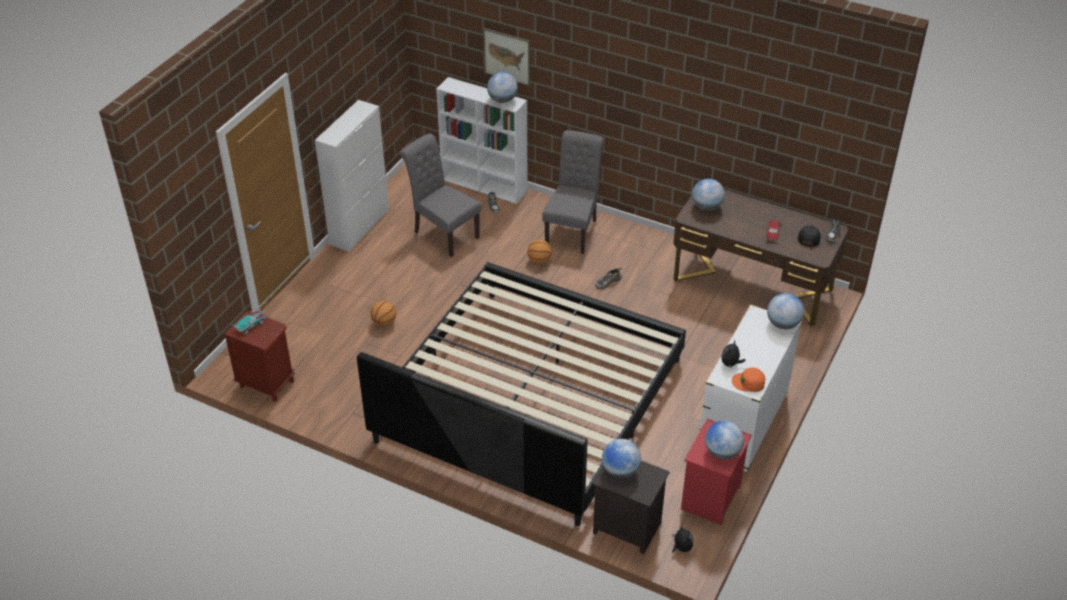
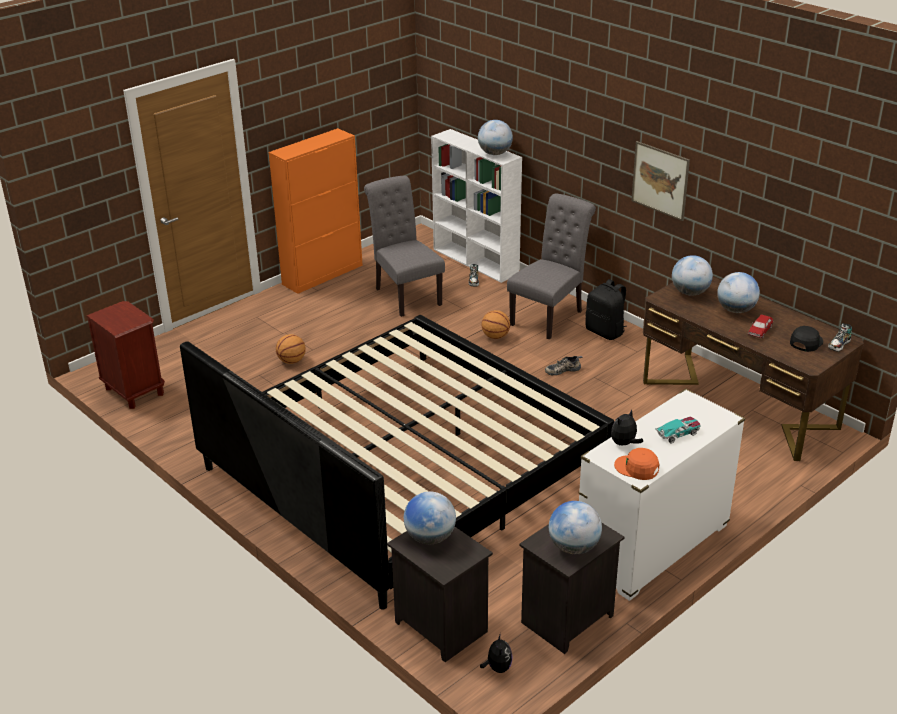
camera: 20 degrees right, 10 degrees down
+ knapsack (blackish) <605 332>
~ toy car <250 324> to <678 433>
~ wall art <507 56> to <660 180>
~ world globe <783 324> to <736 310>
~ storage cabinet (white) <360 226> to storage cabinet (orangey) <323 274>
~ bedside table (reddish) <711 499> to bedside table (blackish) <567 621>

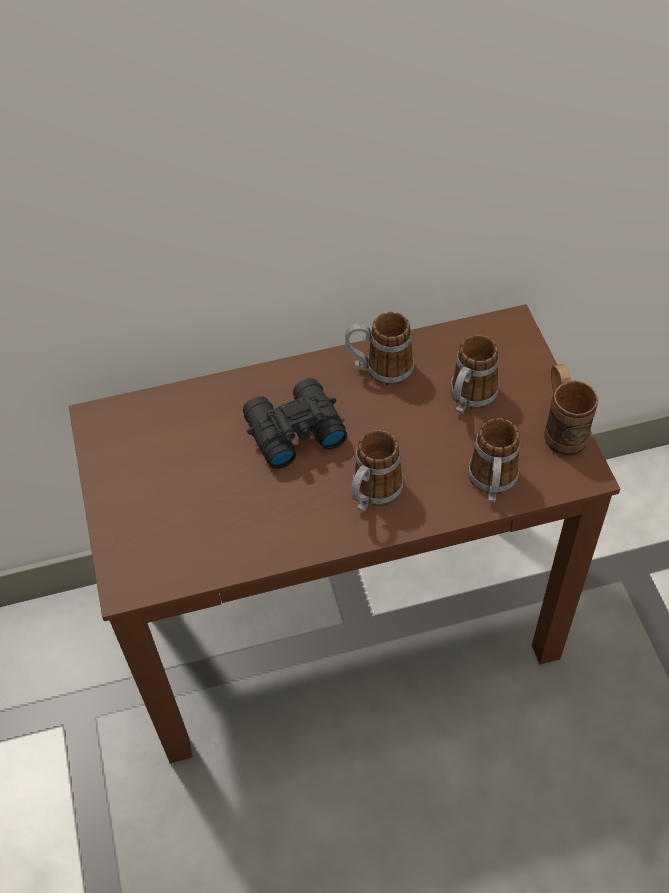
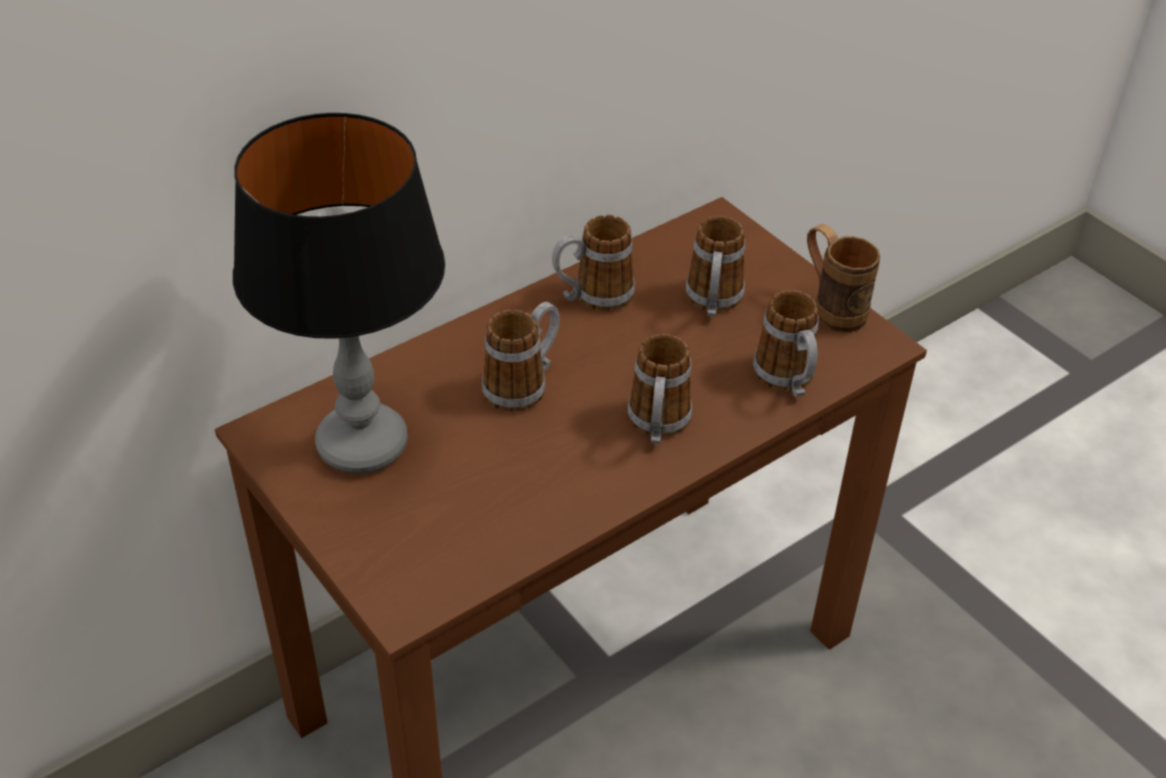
camera: 25 degrees left, 10 degrees down
+ tabletop lamp <362 445>
~ pair of binoculars (blackish) <292 431> to tea mug <523 384>

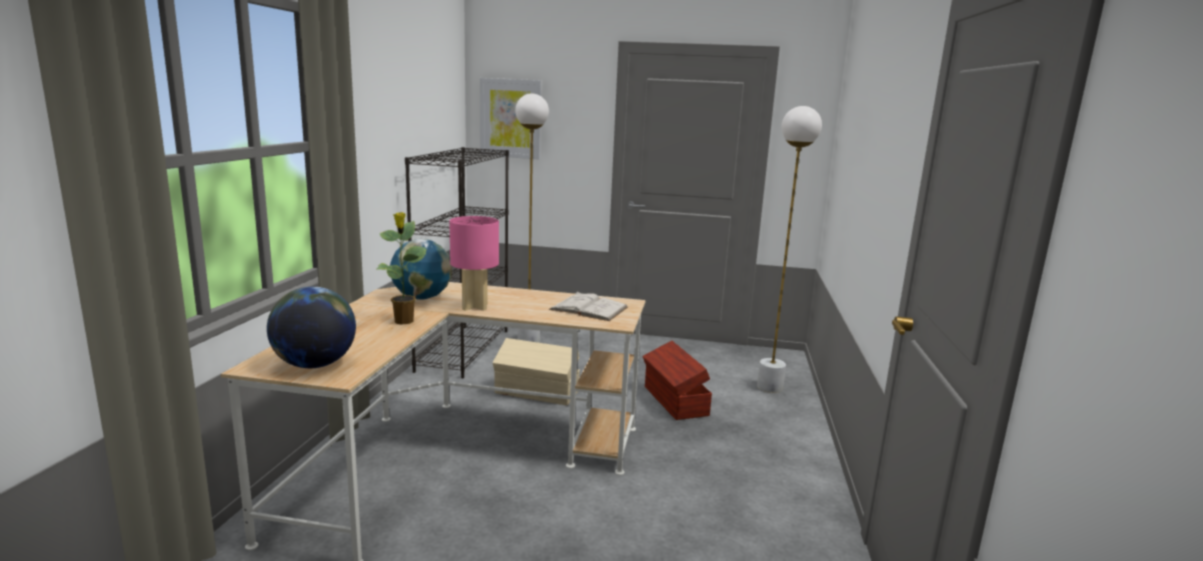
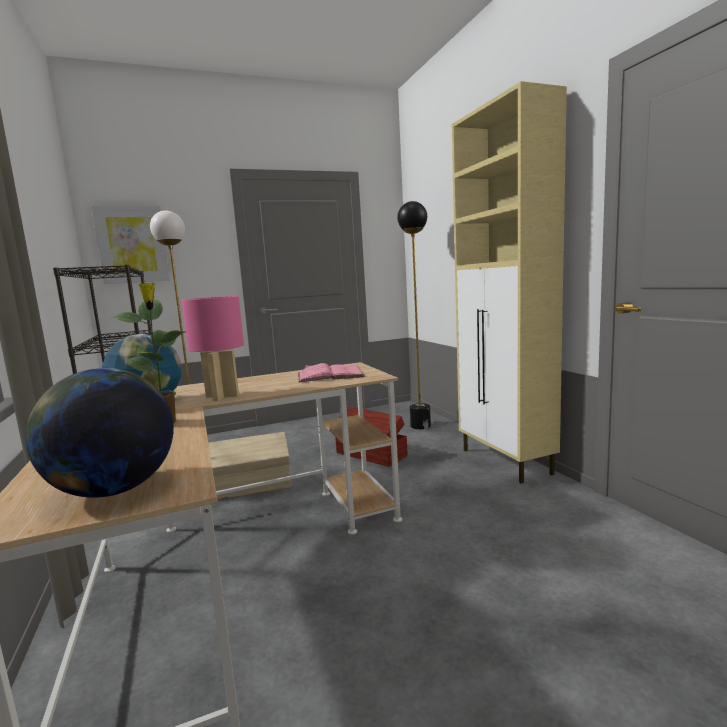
camera: 30 degrees left, 5 degrees down
+ storage cabinet (beige-coloured) <506 462>
~ bound book (white) <589 308> to bound book (pink-coloured) <330 374>
~ floor lamp (white) <769 387> to floor lamp (blackish) <420 426>

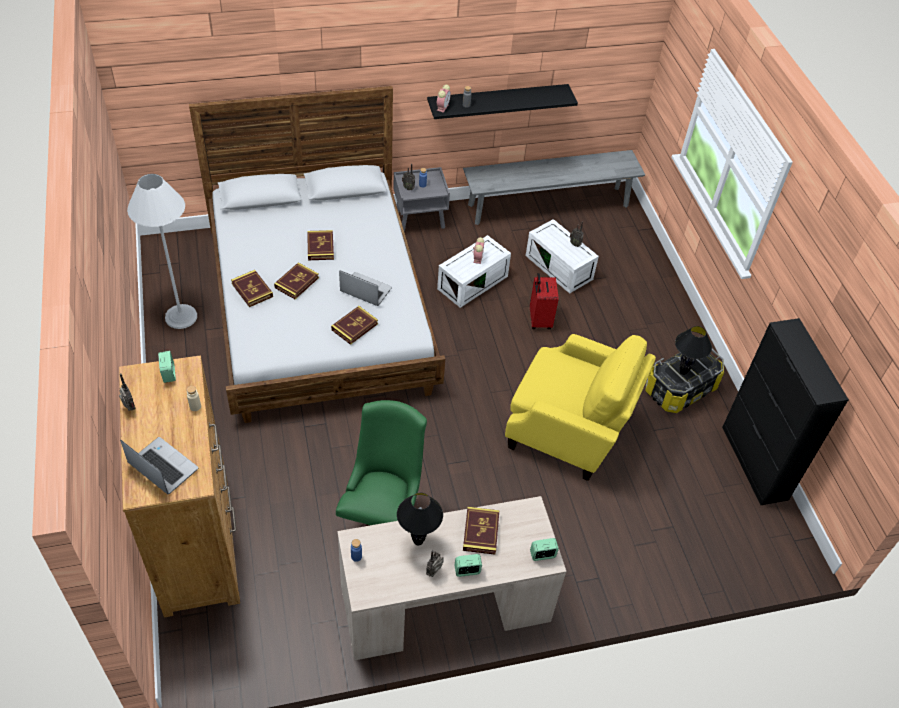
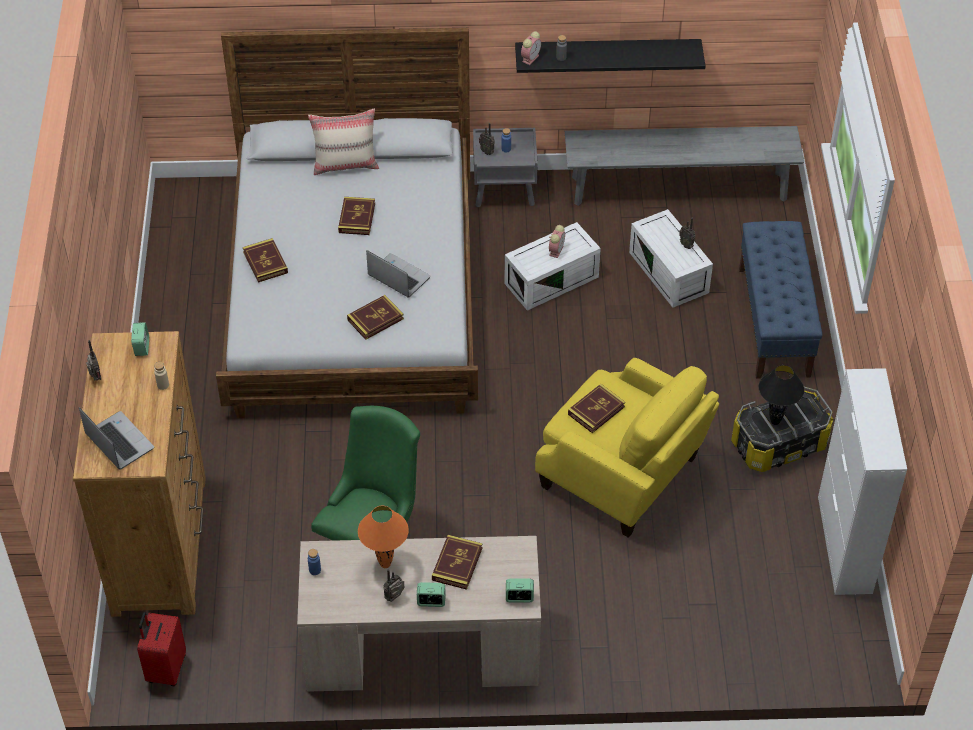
camera: 15 degrees right, 0 degrees up
- floor lamp (white) <181 317>
+ throw pillow (beige-coloured) <345 164>
+ long seat (blue-coloured) <774 322>
~ bound book <296 283> to <596 410>
~ piece of luggage (reddish) <539 320> to <166 669>
~ tabletop lamp (blackish) <418 541> to tabletop lamp (orangey) <386 564>
~ storage cabinet (blackish) <754 463> to storage cabinet (white) <844 545>

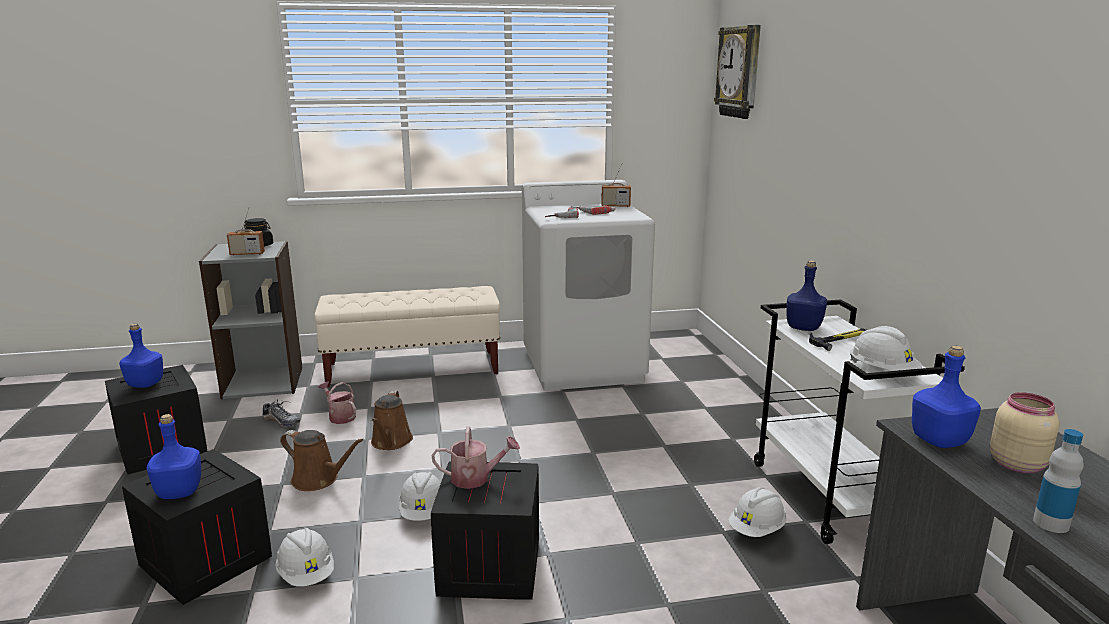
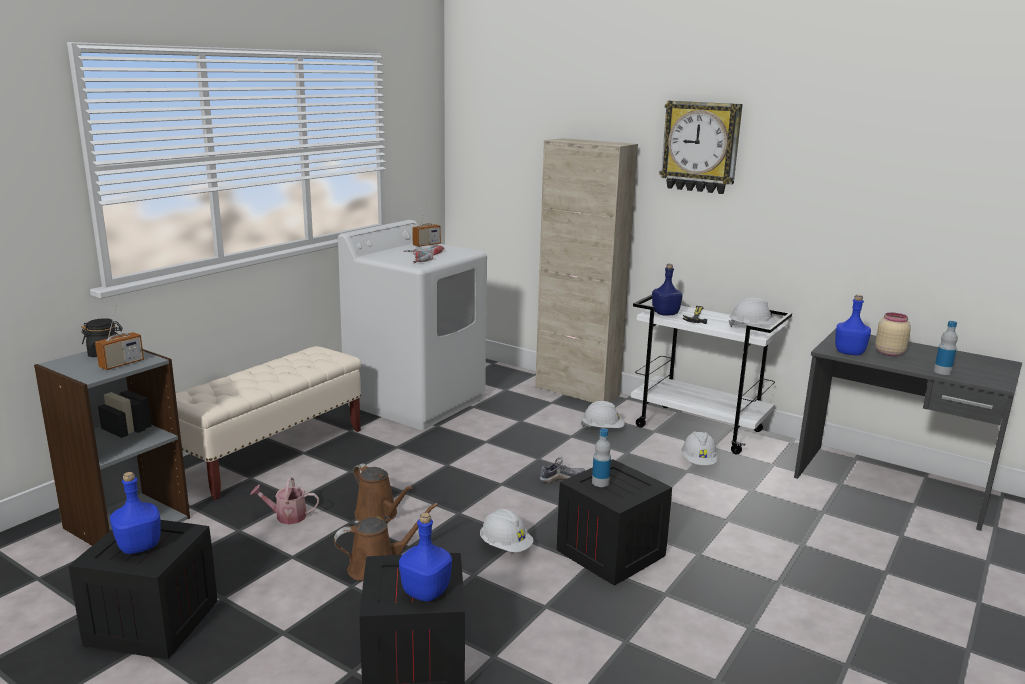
camera: 45 degrees left, 0 degrees up
+ storage cabinet (beige-coloured) <577 391>
~ item of footwear <281 421> to <562 478>
~ work helmet (white) <306 575> to <602 429>
~ wall clock <740 72> to <700 147>
~ watering pot <476 478> to beverage bottle <600 482>

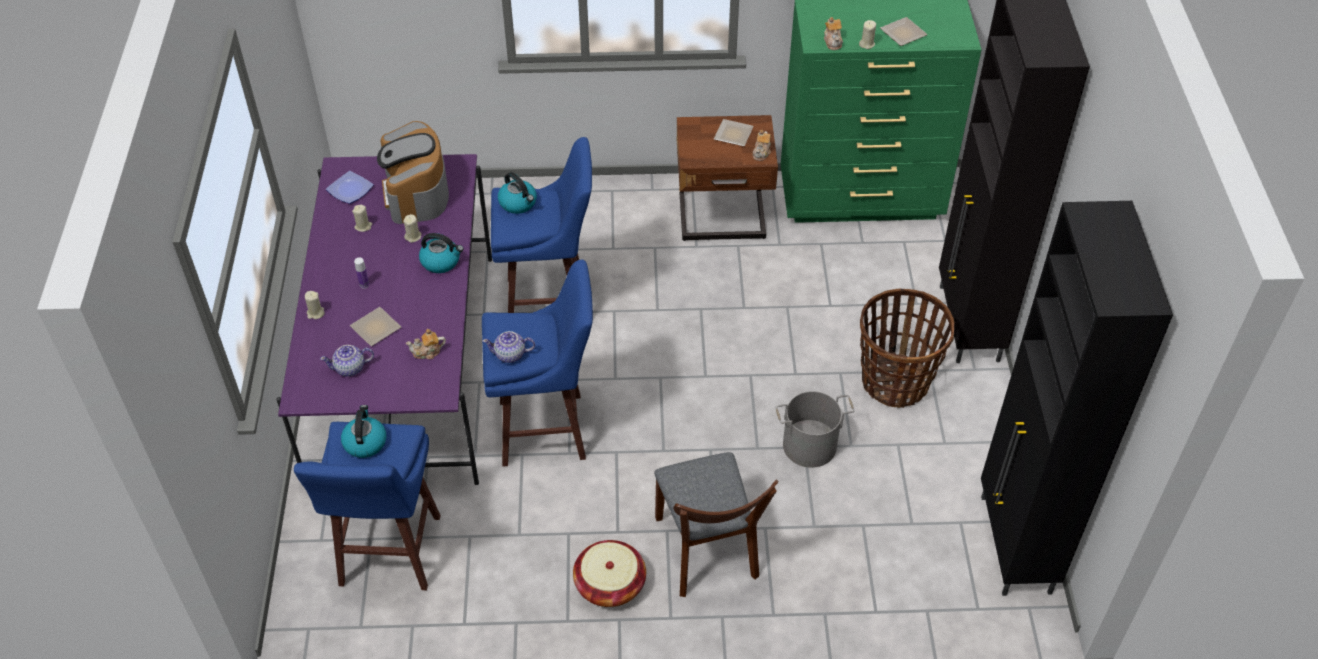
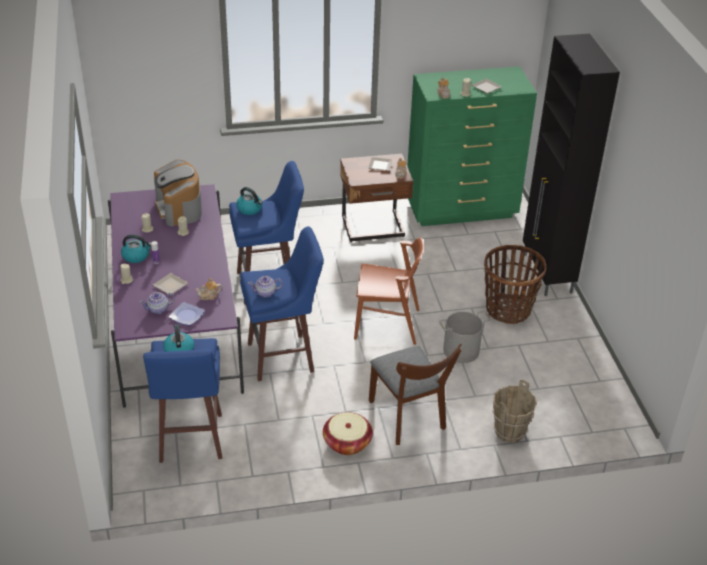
camera: 10 degrees left, 10 degrees down
- storage cabinet (blackish) <1014 546>
+ chair (brown-coloured) <387 324>
+ water bucket (brown-coloured) <510 432>
~ dinner plate <351 190> to <187 316>
~ water kettle <441 261> to <136 256>

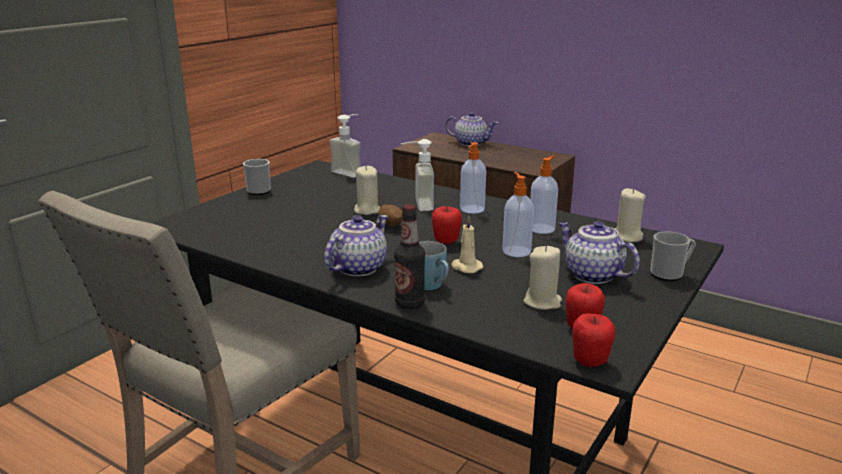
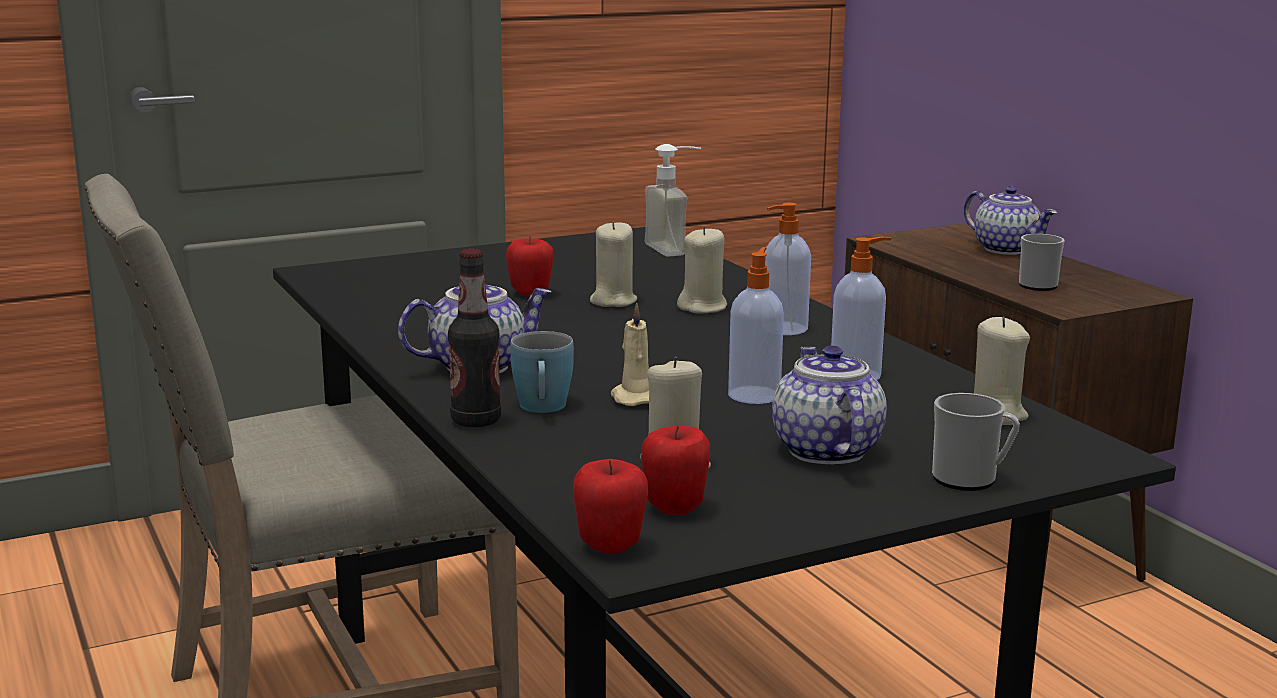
camera: 30 degrees right, 5 degrees down
- potato <391 225>
~ tea mug <257 190> to <1035 284>
~ apple <446 242> to <530 294>
~ soap dispenser <416 205> to candle (beige-coloured) <703 307>

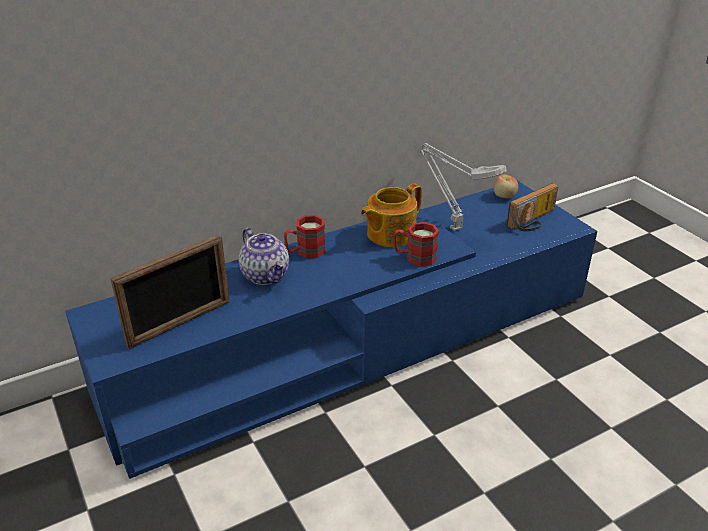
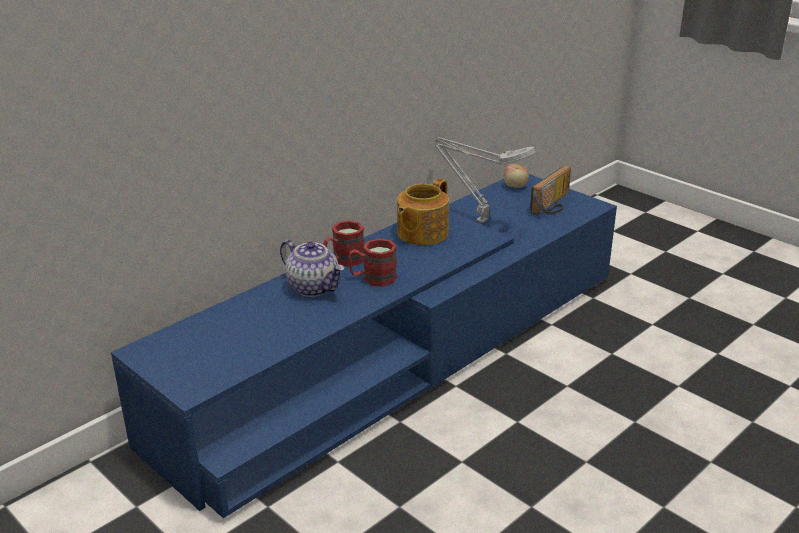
camera: 15 degrees left, 5 degrees down
- standing frame <180 323>
~ tea mug (reddish) <414 257> to <373 278>

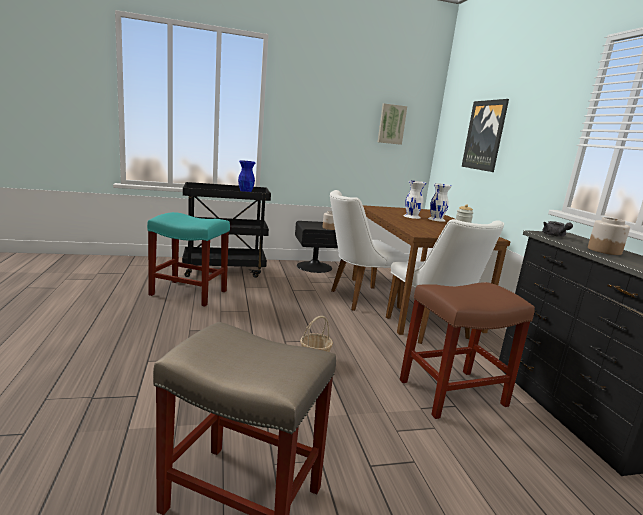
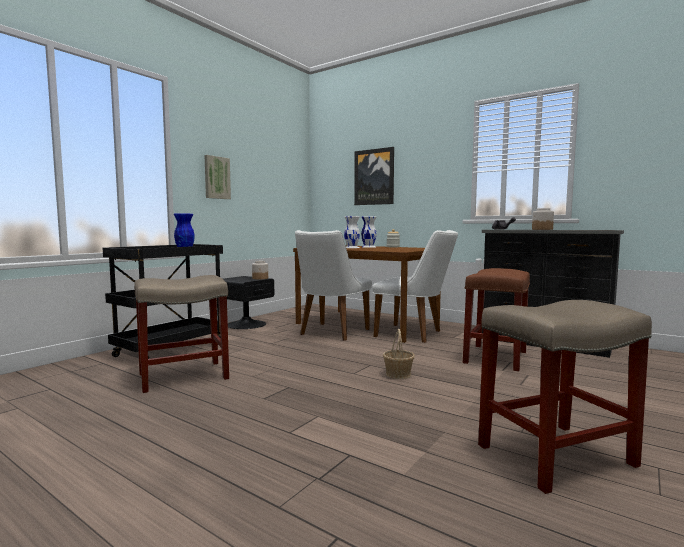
camera: 40 degrees left, 10 degrees down
~ wall art <391 124> to <216 177>
~ stool (turquoise-coloured) <190 293> to stool (beige-coloured) <185 376>

